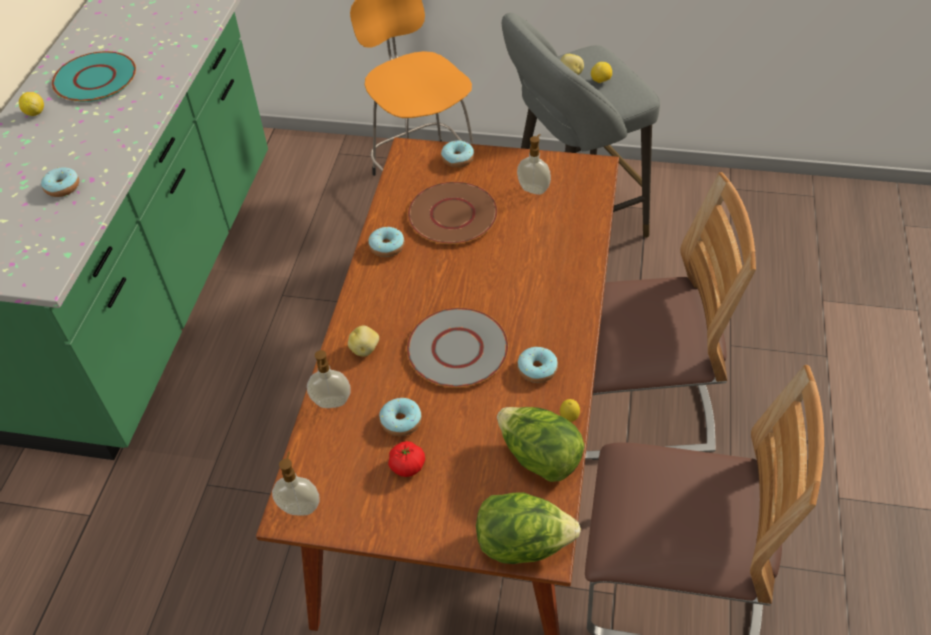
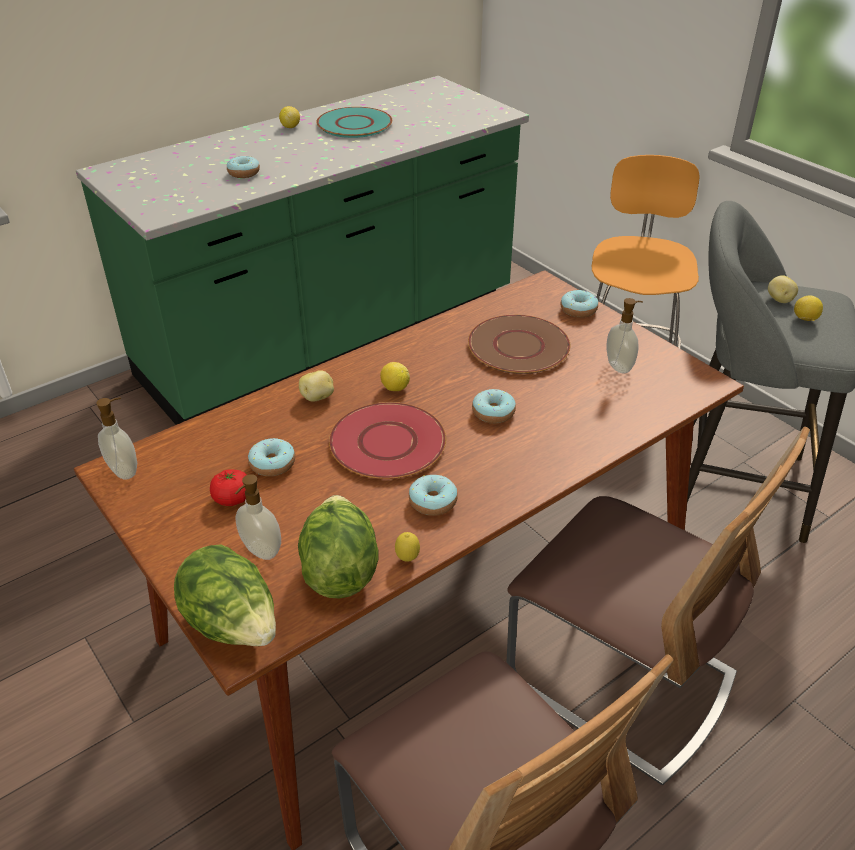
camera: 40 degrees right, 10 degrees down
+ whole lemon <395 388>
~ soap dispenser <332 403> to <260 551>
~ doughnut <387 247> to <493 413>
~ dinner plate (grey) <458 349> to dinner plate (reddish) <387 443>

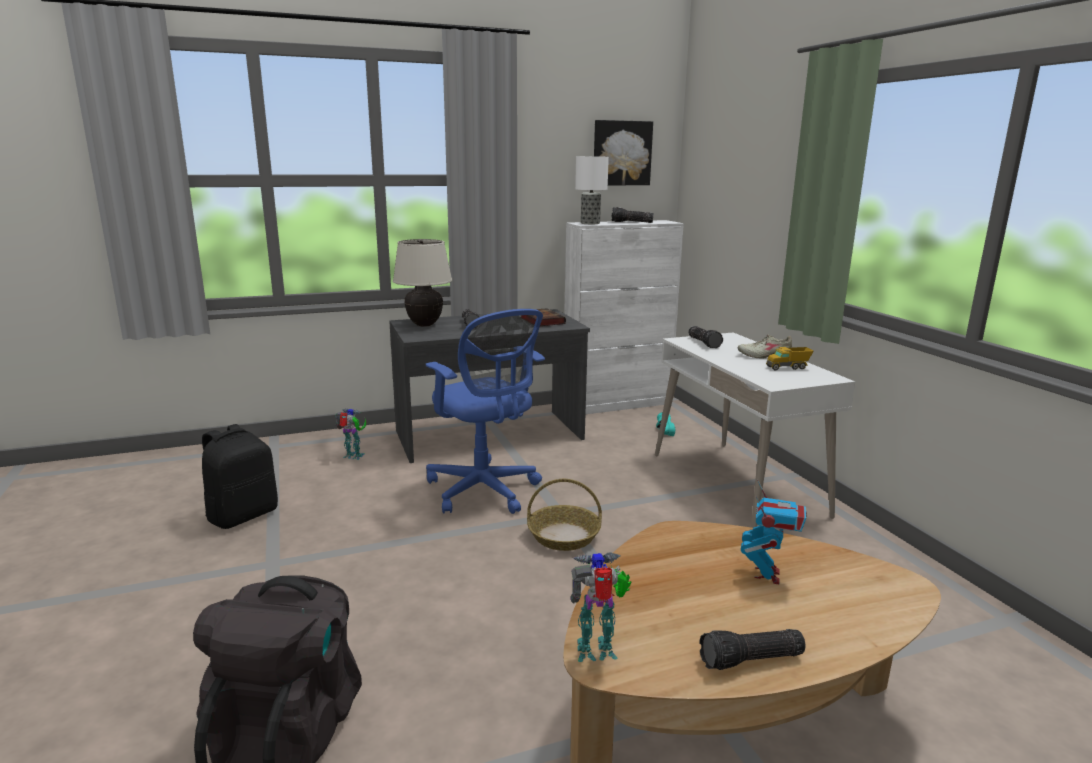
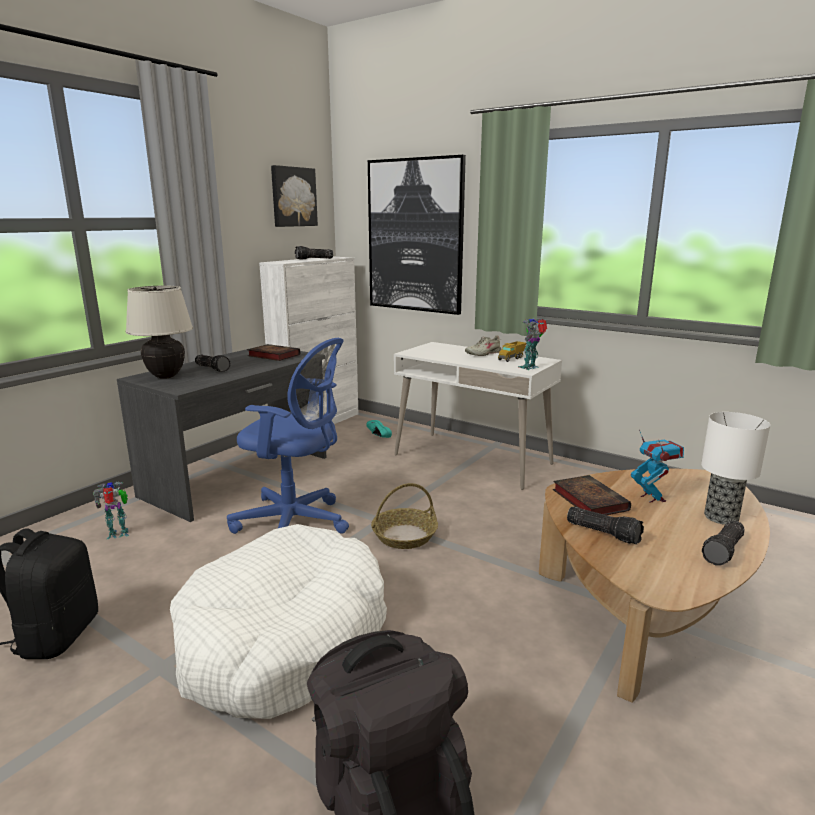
camera: 35 degrees left, 0 degrees up
+ pet bed (white) <284 639>
+ wall art <415 236>
+ bound book <588 499>
~ robot figure <598 652> to <530 367>
~ tabletop lamp <590 223> to <721 517>
~ torch <704 343> to <604 532>

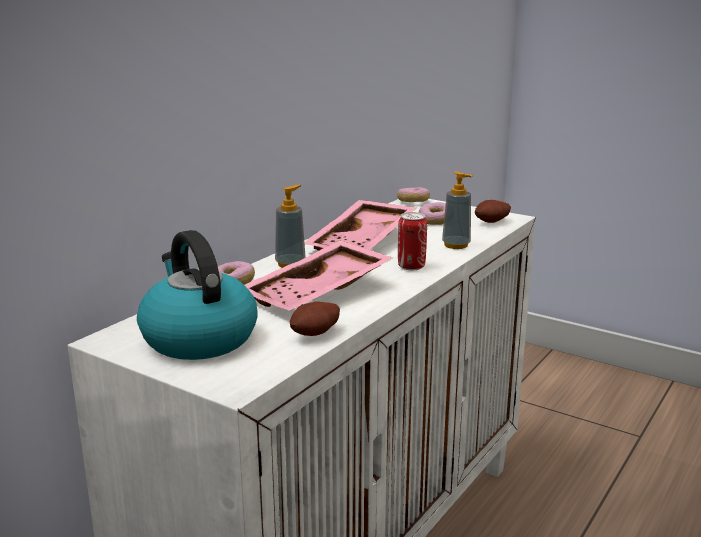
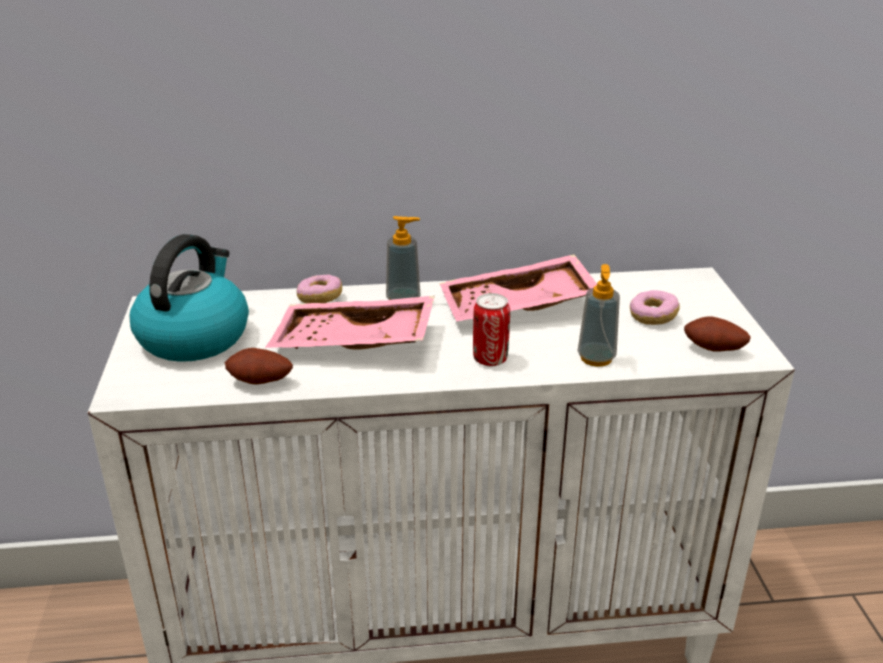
camera: 50 degrees right, 10 degrees up
- doughnut <413 202>

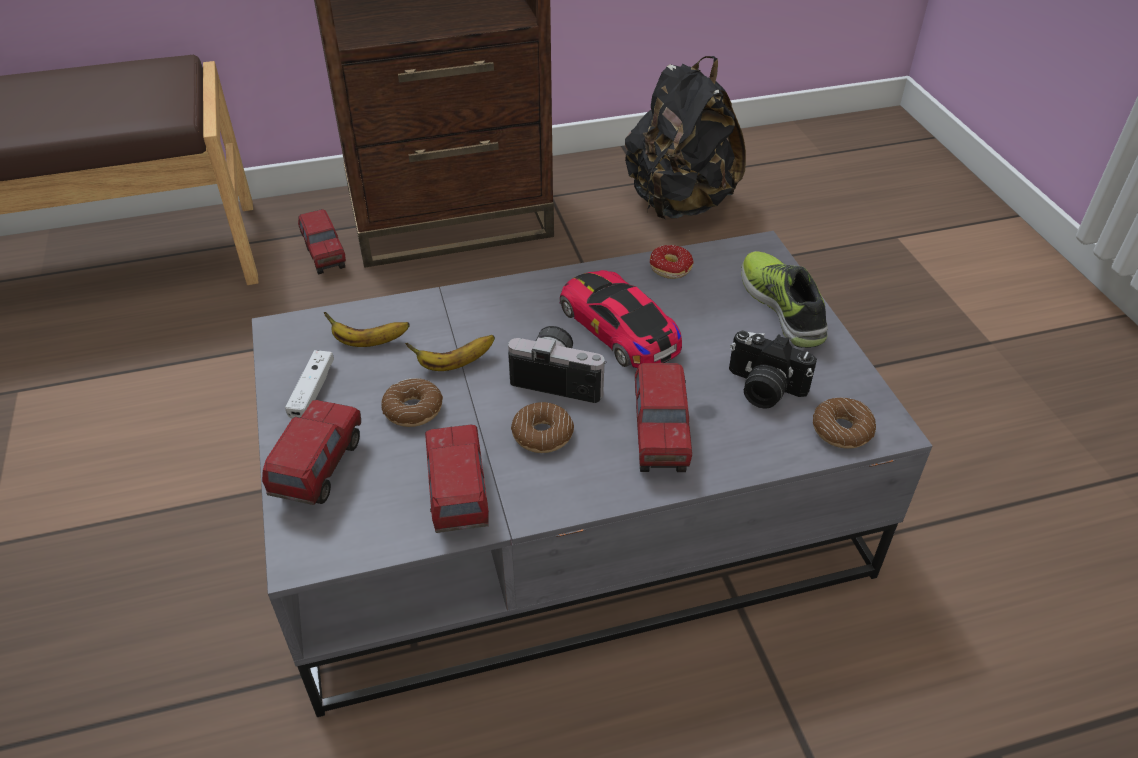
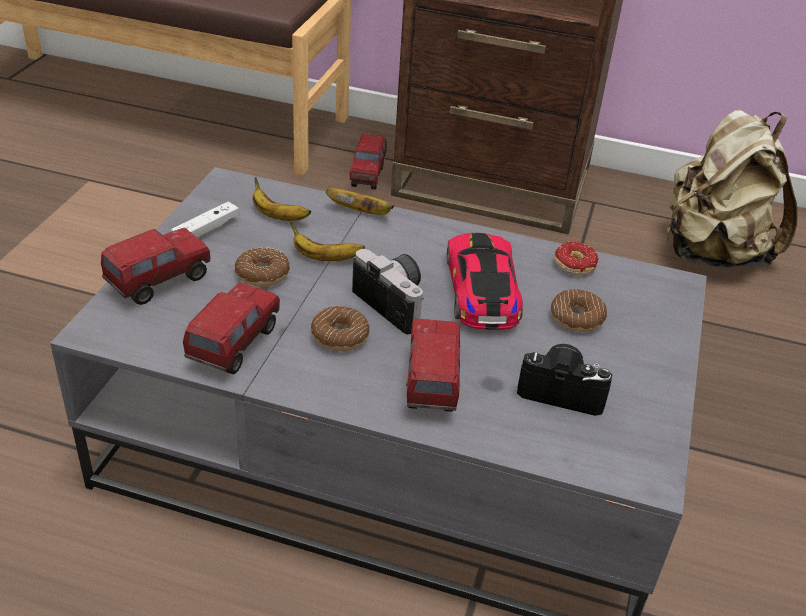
camera: 30 degrees right, 5 degrees down
- item of footwear <783 307>
+ banana fruit <361 212>
~ doughnut <841 430> to <576 318>
~ knapsack (blackish) <679 203> to knapsack (beige-coloured) <711 253>
~ toy lorry <660 439> = <431 384> 150 degrees clockwise
~ still camera <763 389> = <562 391> 135 degrees clockwise

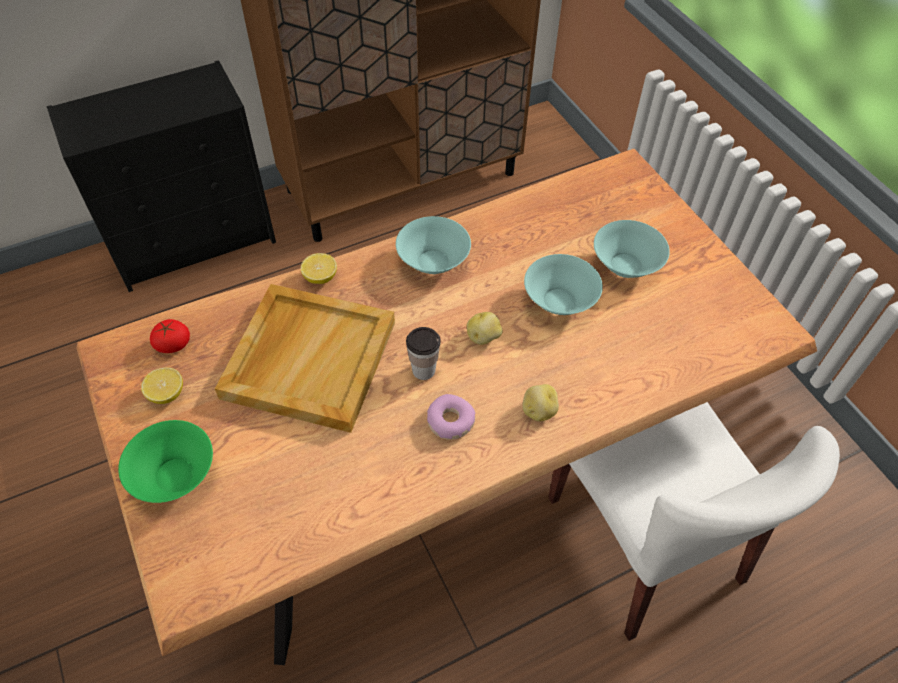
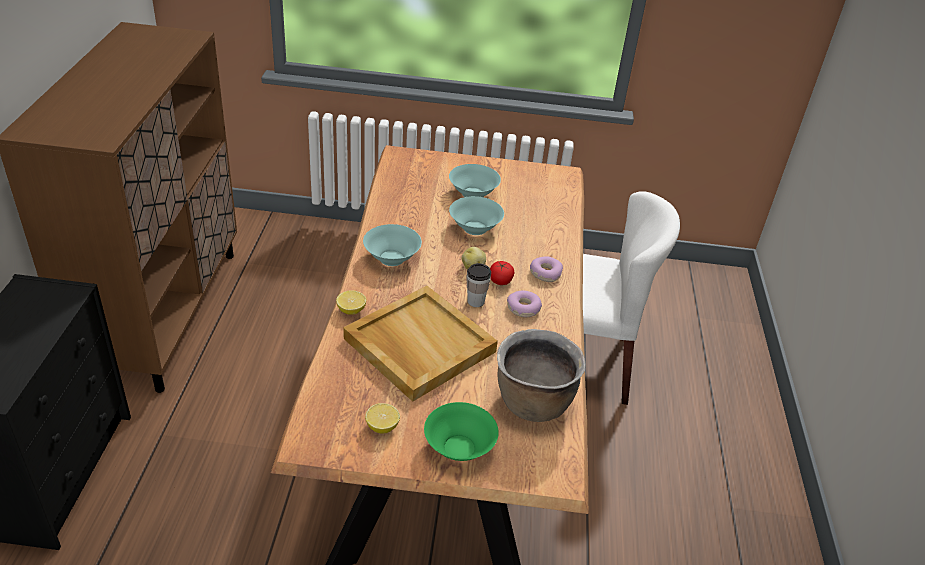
camera: 60 degrees left, 15 degrees down
+ saucepot (brown-coloured) <532 402>
~ tomato <173 344> to <500 280>
~ potato <538 411> to doughnut <545 273>

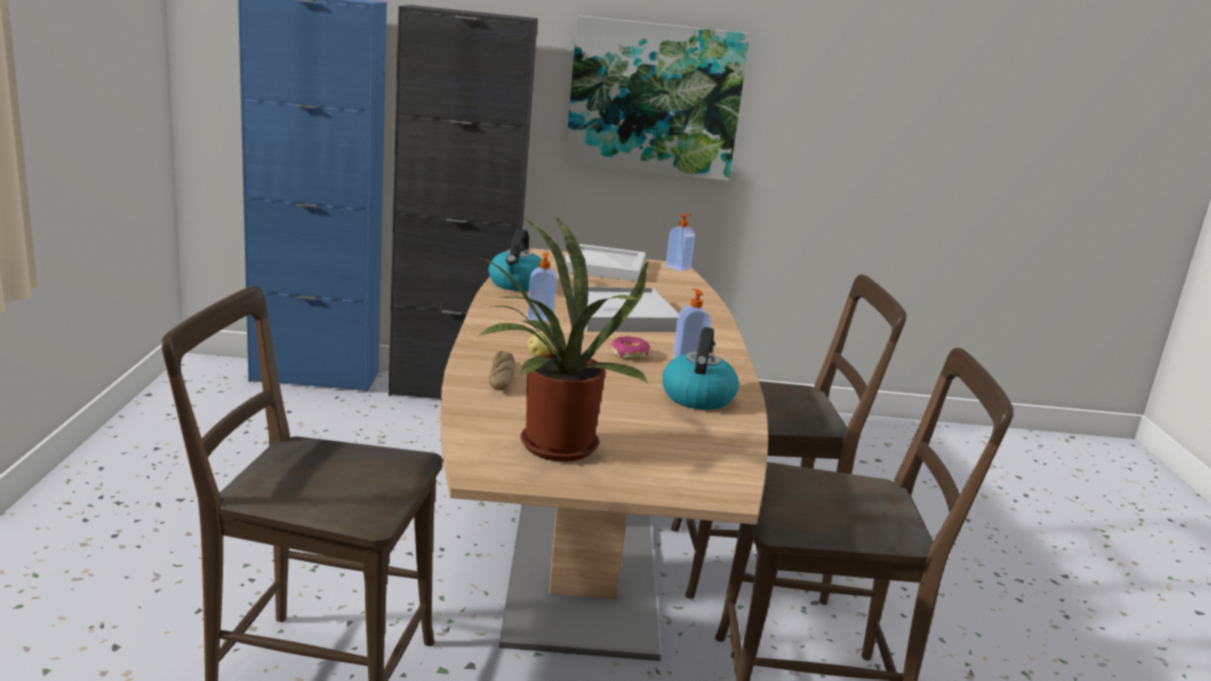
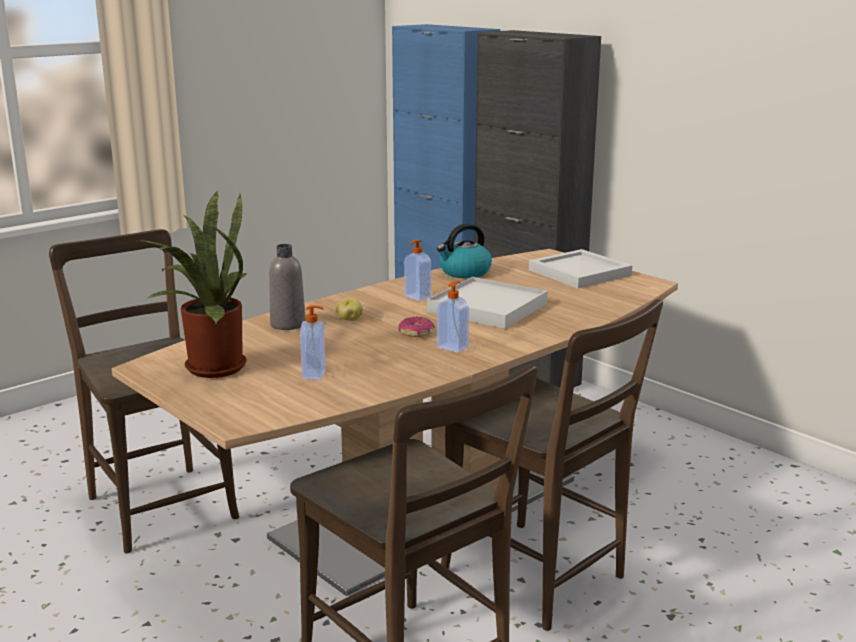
camera: 50 degrees right, 0 degrees up
- wall art <654 99>
- water kettle <697 396>
~ soap dispenser <678 267> to <315 374>
~ bakery bread <501 378> to beverage bottle (grey) <288 324>

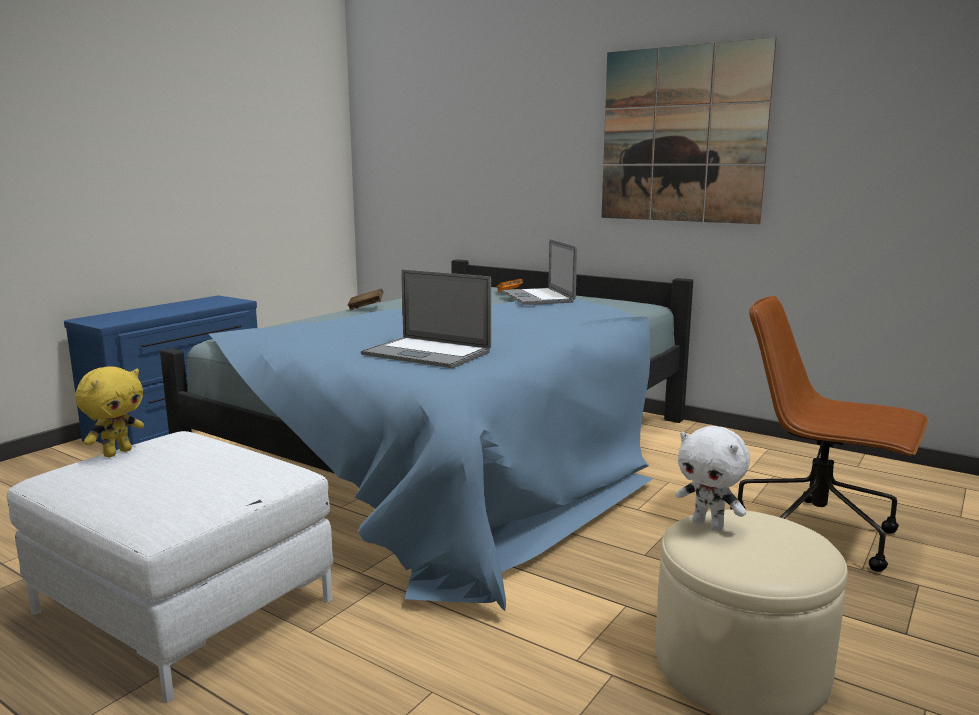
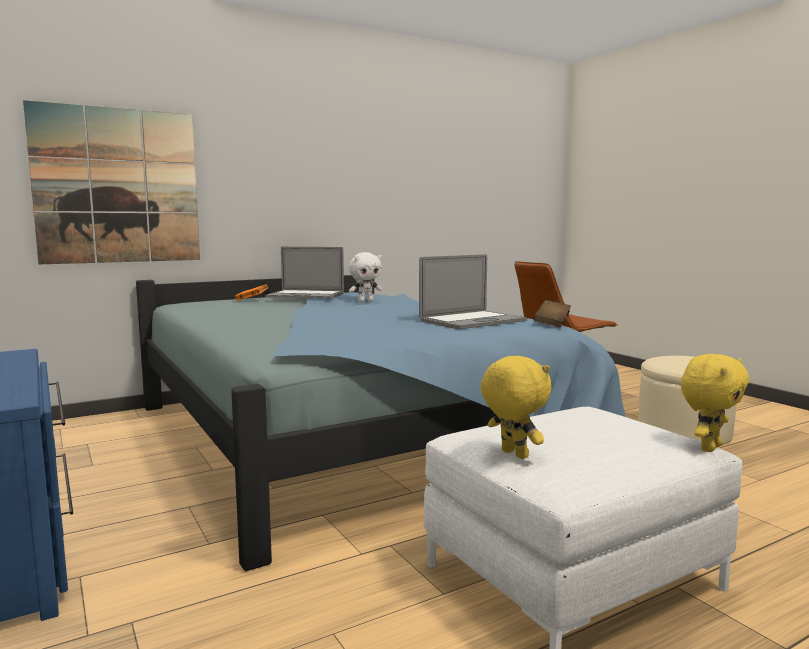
camera: 65 degrees left, 5 degrees down
+ cuddly toy (yellow-coloured) <708 447>
~ bound book (brown-coloured) <366 308> to <552 324>
~ wall art <682 135> to <118 186>
~ cuddly toy (white) <709 525> to <365 301>

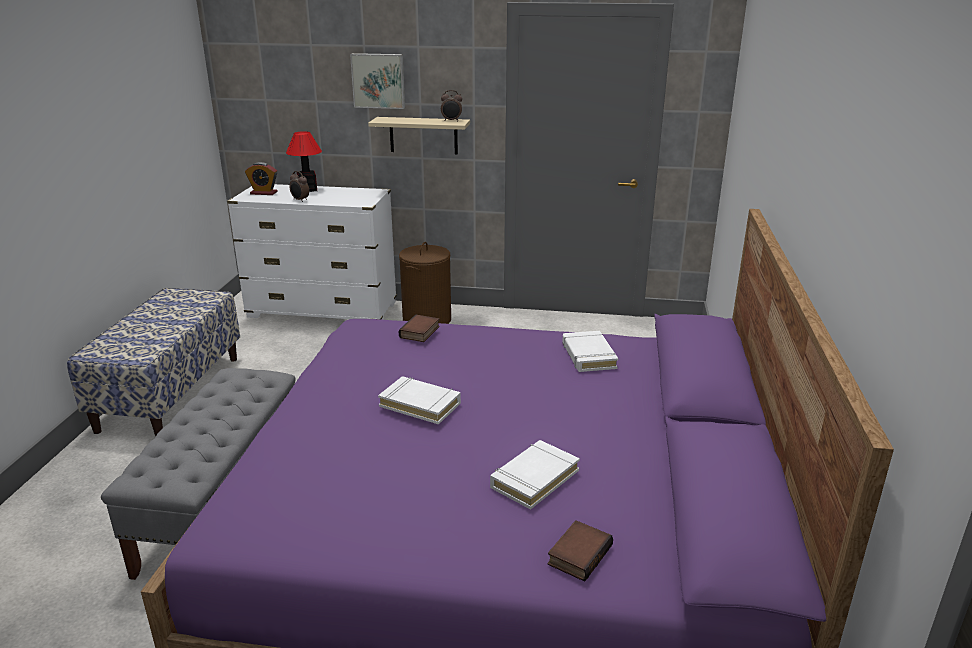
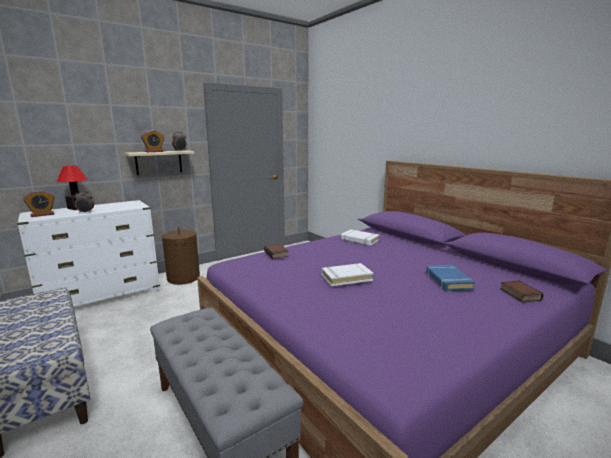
camera: 45 degrees left, 10 degrees down
- wall art <379 80>
+ table clock <154 151>
~ bound book (white) <534 479> to bound book (blue-coloured) <448 281>

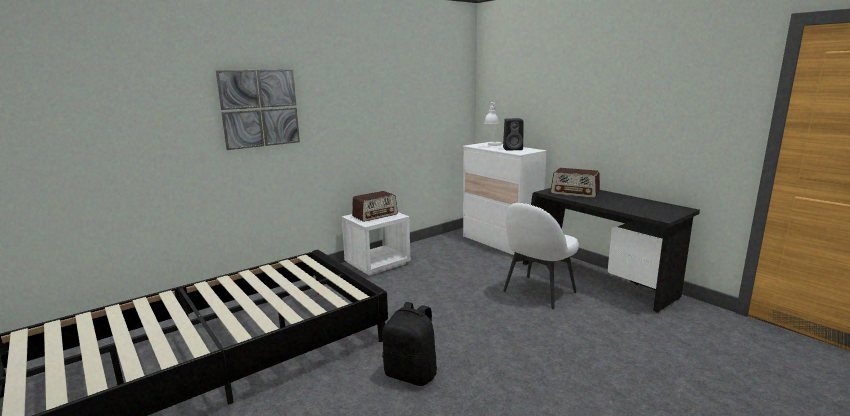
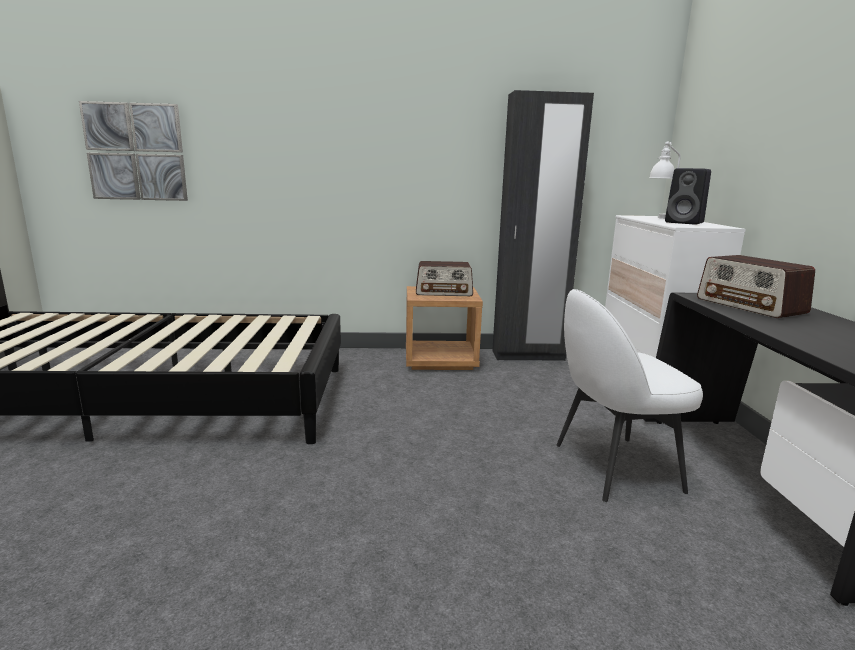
camera: 35 degrees right, 0 degrees up
- knapsack (blackish) <412 374>
+ clothes cupboard (blackish) <528 356>
~ wall art <259 108> to <136 152>
~ bedside table (white) <377 263> to bedside table (brown-coloured) <440 360>

